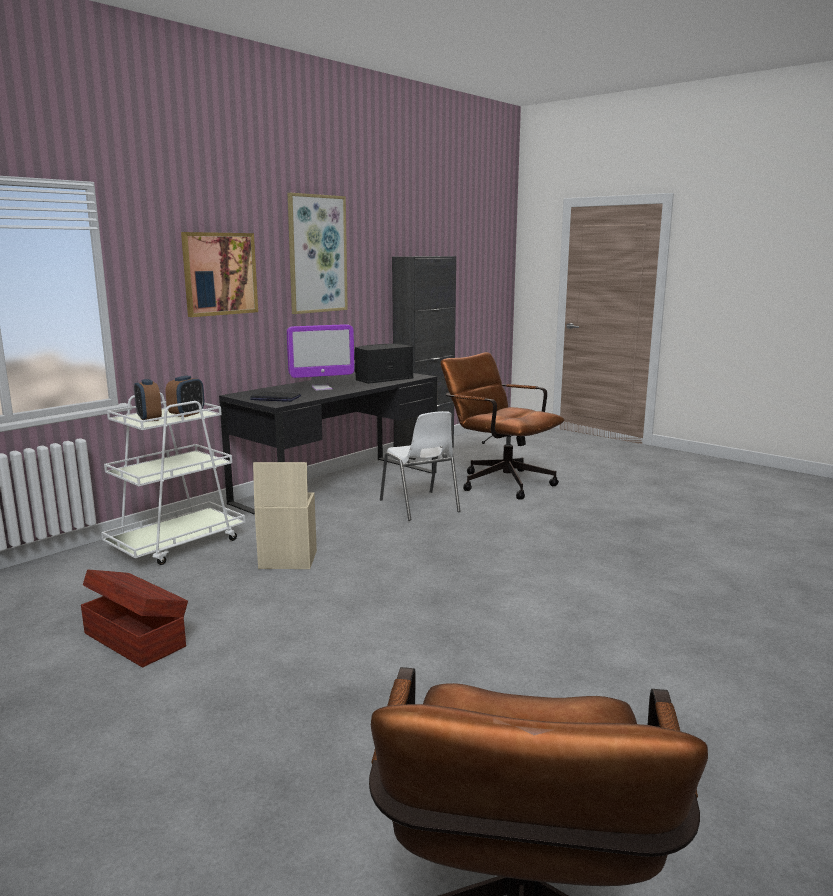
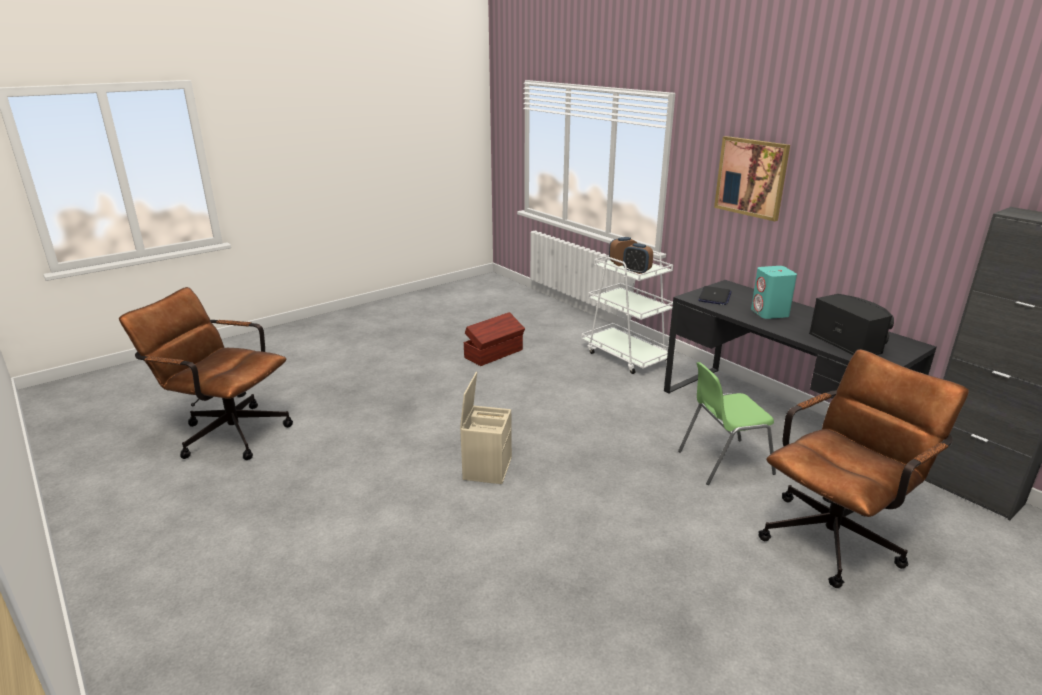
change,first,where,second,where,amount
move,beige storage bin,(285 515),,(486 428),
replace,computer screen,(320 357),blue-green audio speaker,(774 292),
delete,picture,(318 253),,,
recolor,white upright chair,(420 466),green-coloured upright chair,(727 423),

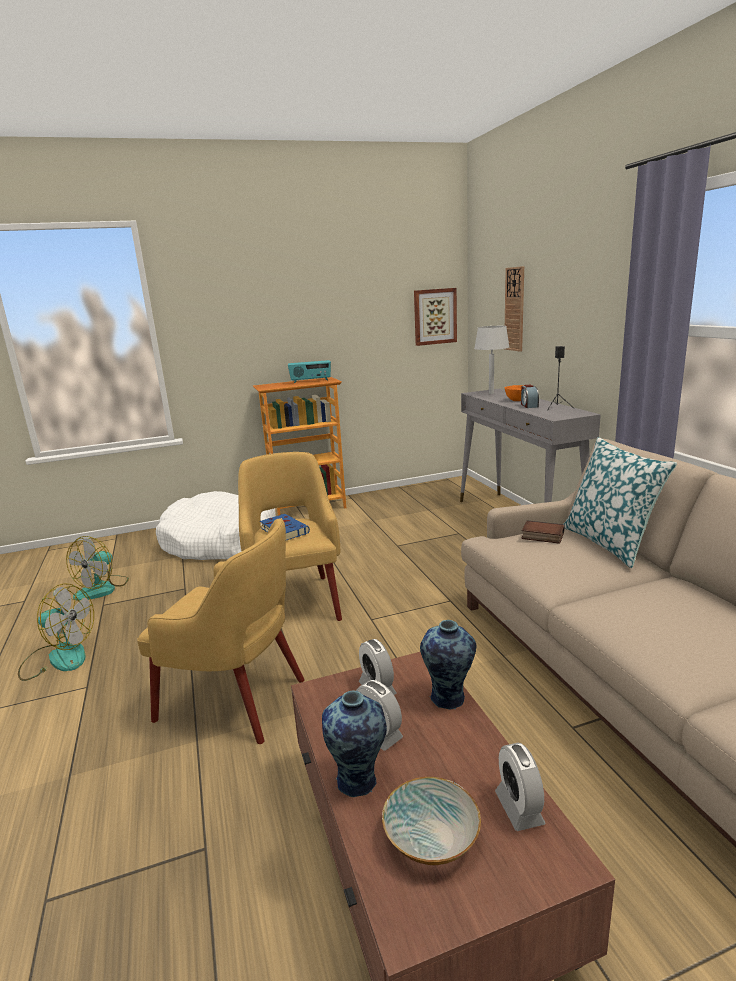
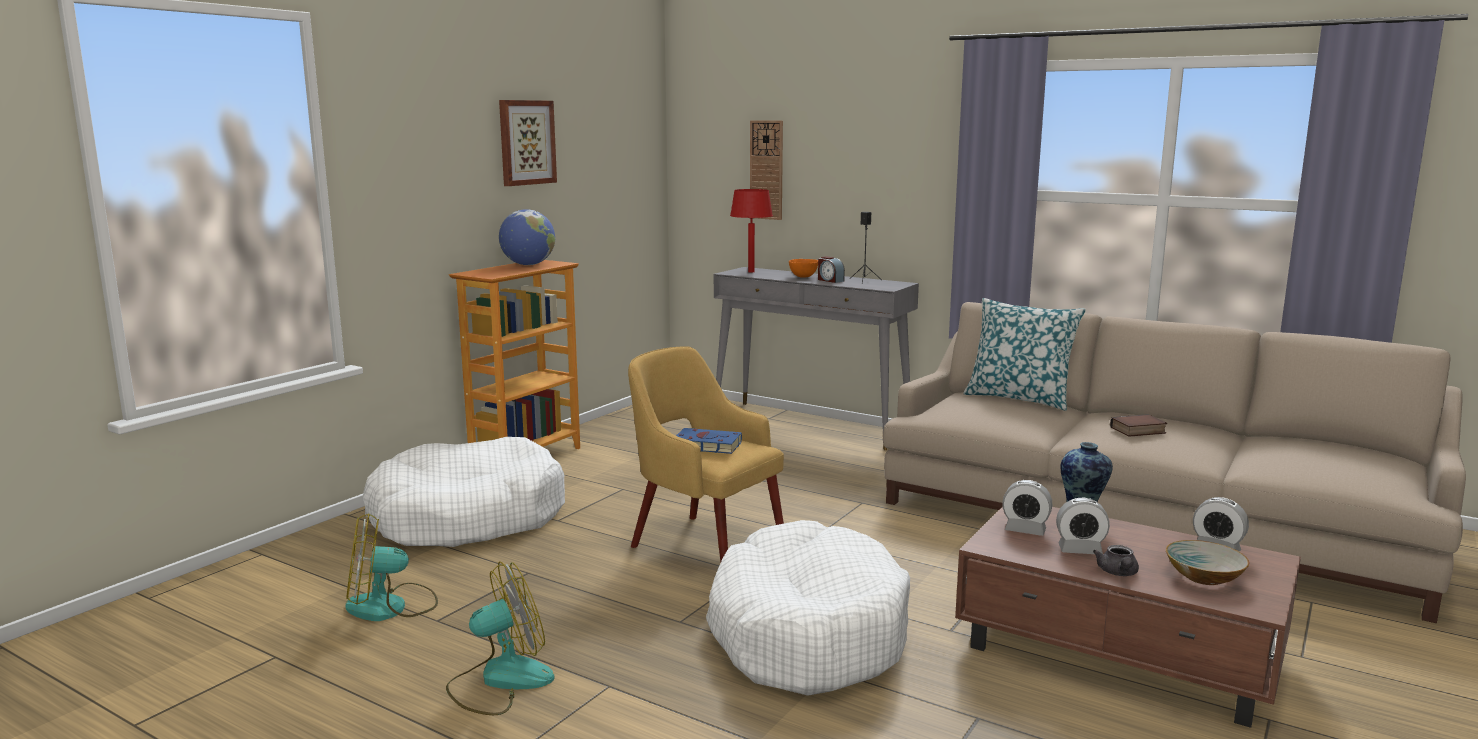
change,first,where,second,where,amount
rotate,fan,(97 568),,(391 567),90 degrees clockwise
replace,yellow-coloured easy chair,(221 631),white pet bed,(808 608),
replace,radio receiver,(309 371),world globe,(527 237),
replace,decorative vase,(354 743),gray pot for tea,(1116 560),
move,picture,(435 317),,(528 143),
recolor,gray lamp for a table,(491 360),reddish lamp for a table,(751 231),
move,volume,(543 532),,(1138 425),

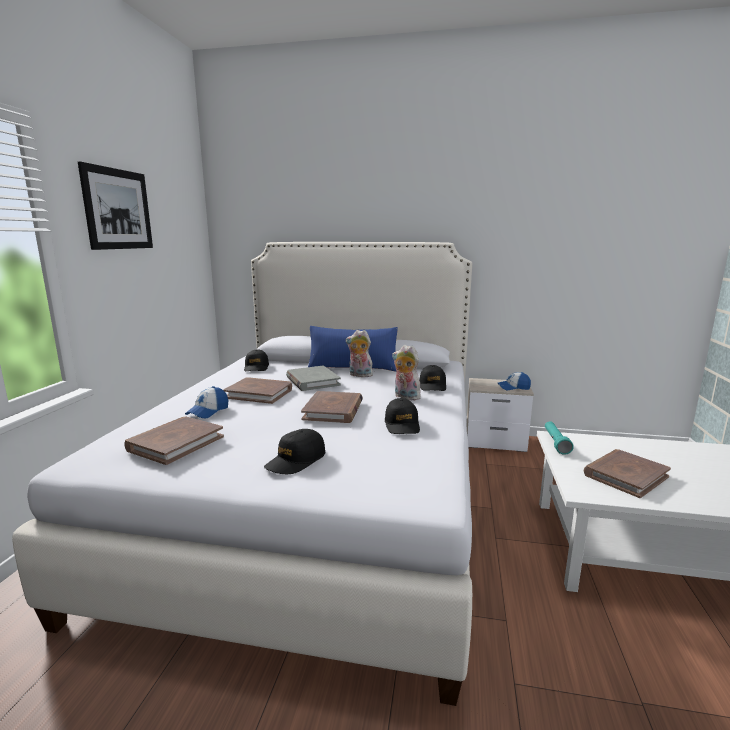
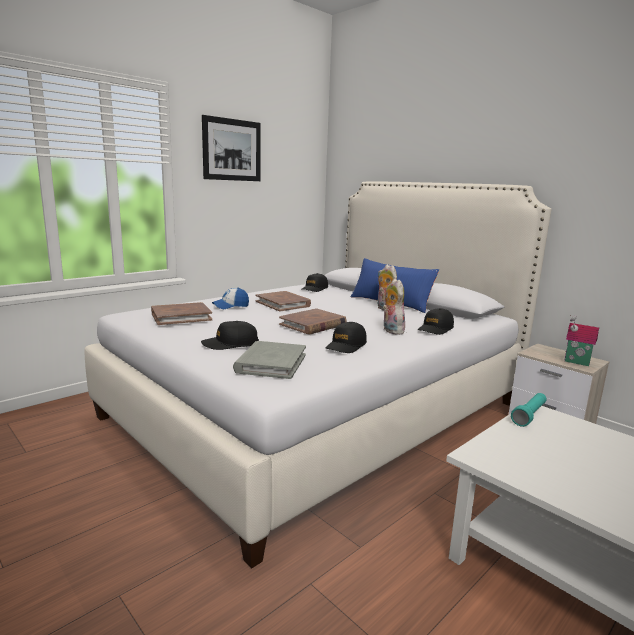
change,first,where,second,where,amount
move,gray volume,(313 378),,(269 360),
replace,baseball cap,(514 381),miniature house,(581 340),
delete,brown-coloured volume,(627 473),,,

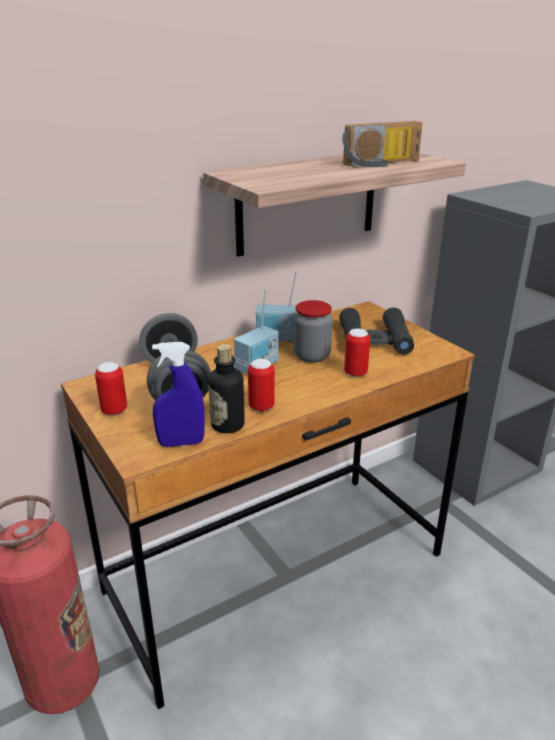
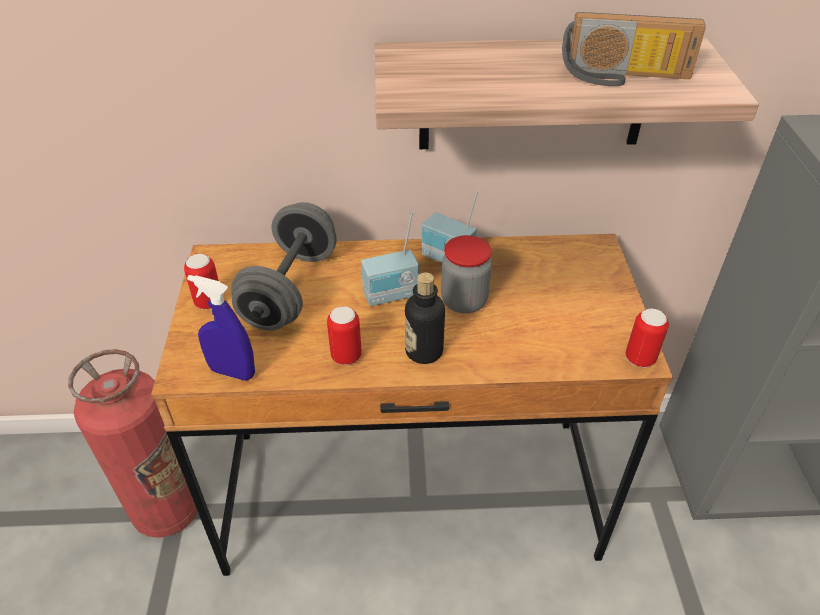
change,first,where,second,where,amount
move,beverage bottle,(226 388),,(425 318),
delete,black binoculars,(376 331),,,
move,can,(357 353),,(647 337),

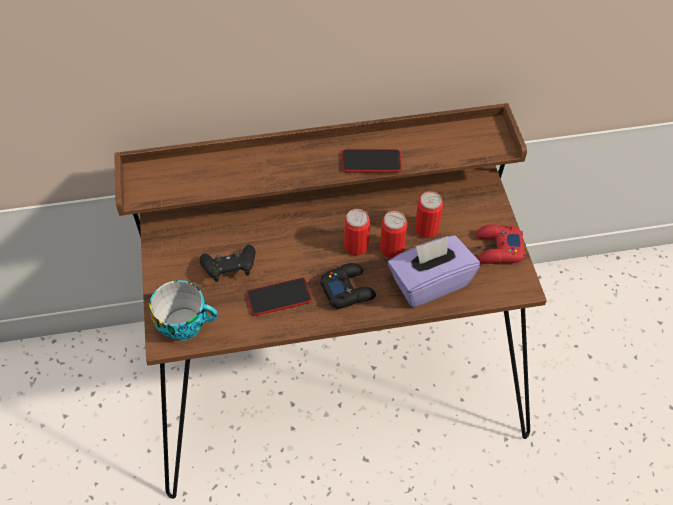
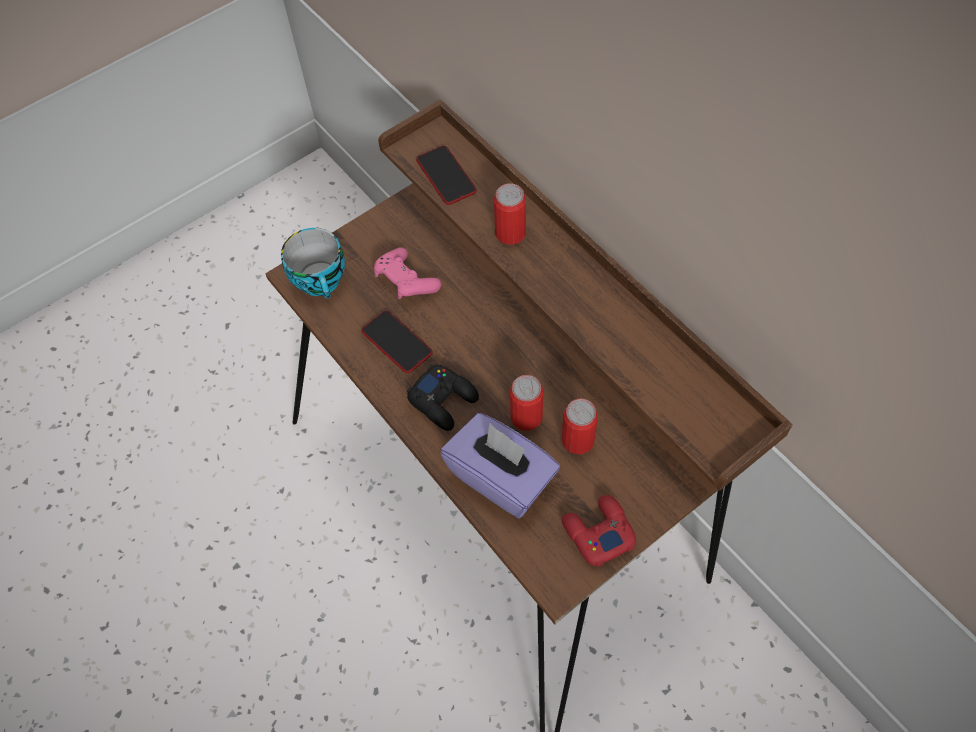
change,first,where,second,where,amount
recolor,black joypad,(227 263),pink joypad,(407 273),
move,phone,(372 161),,(446 175),
move,can,(357 232),,(510 214),

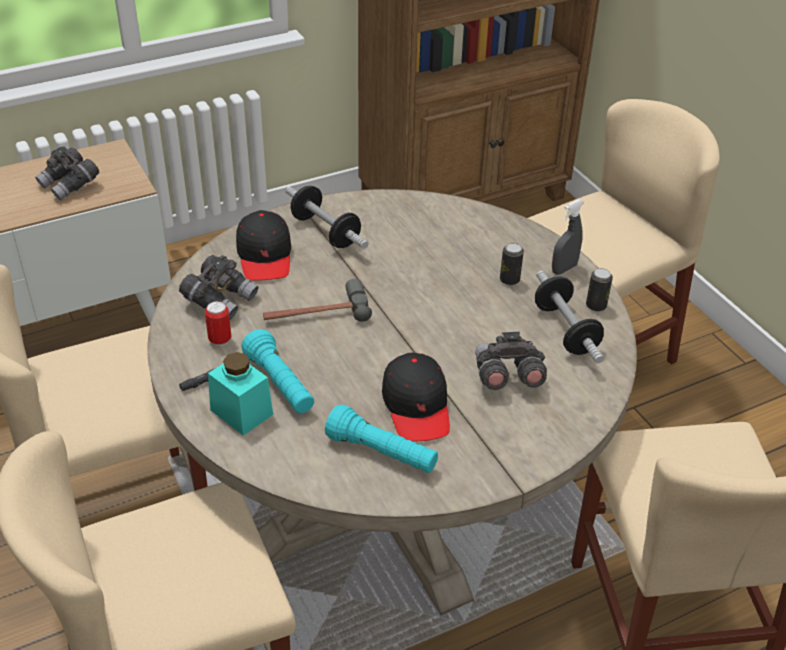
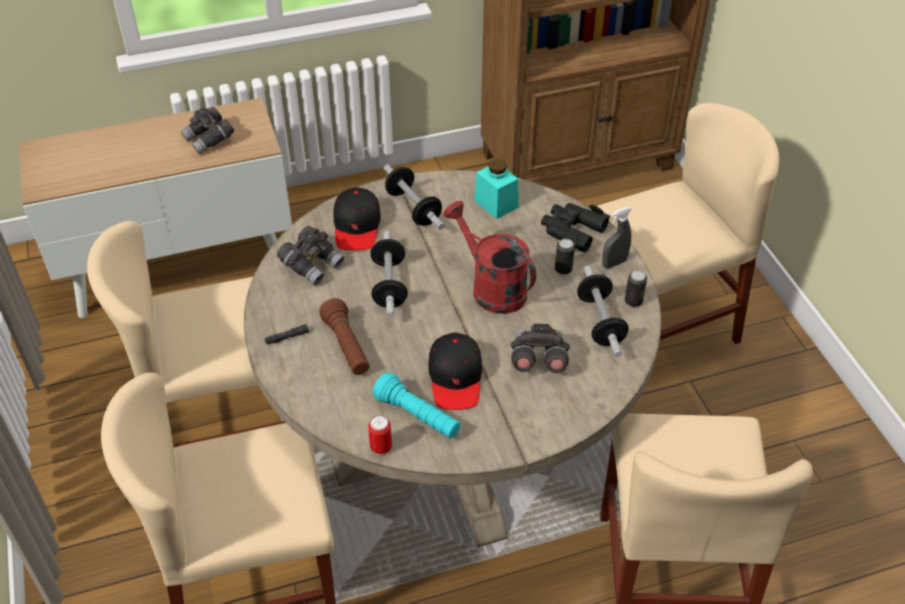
change,first,where,second,where,amount
move,can,(218 323),,(380 435),
move,blue-green jar,(240 394),,(496 189),
recolor,blue-green flashlight,(278 371),brown-coloured flashlight,(344 336),
replace,hammer,(317 300),hand weight,(389 274),
insert,,,reddish watering pot,(490 257),
insert,,,black binoculars,(575 228),

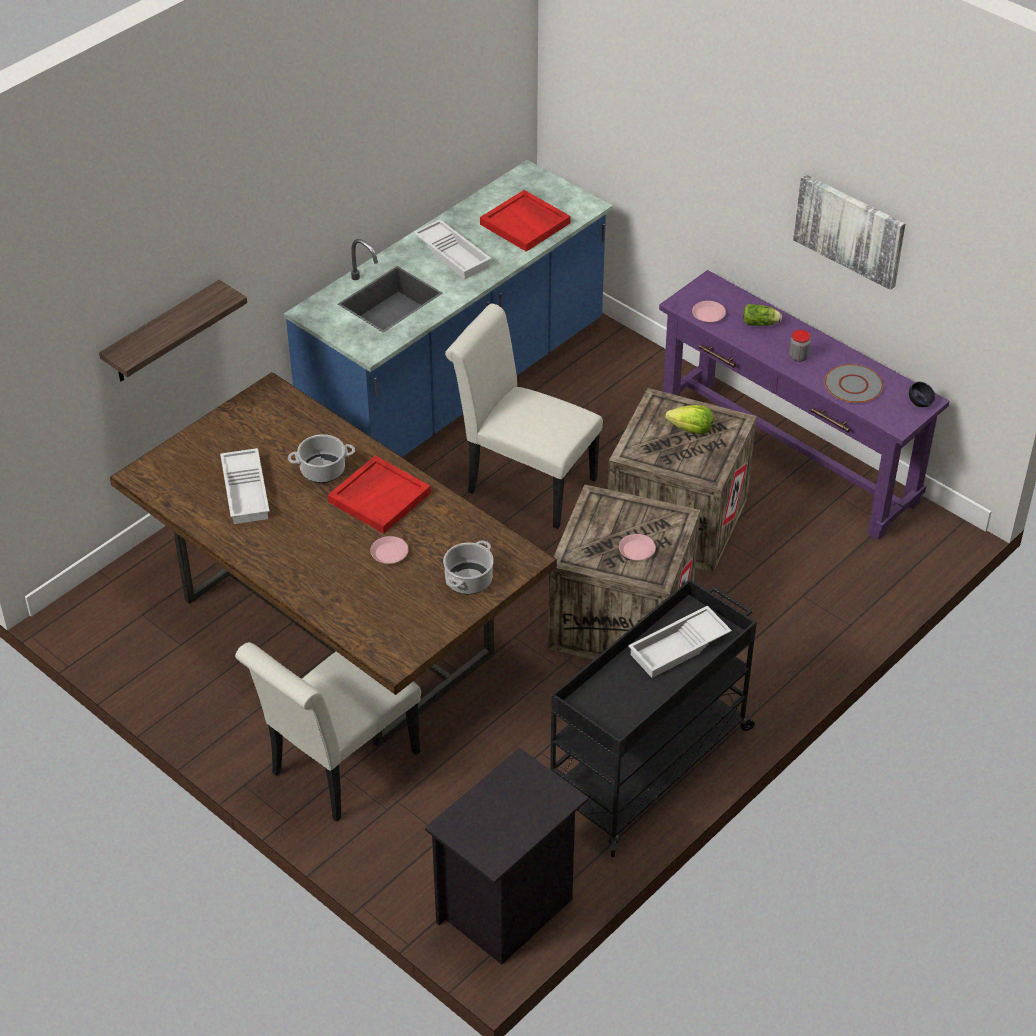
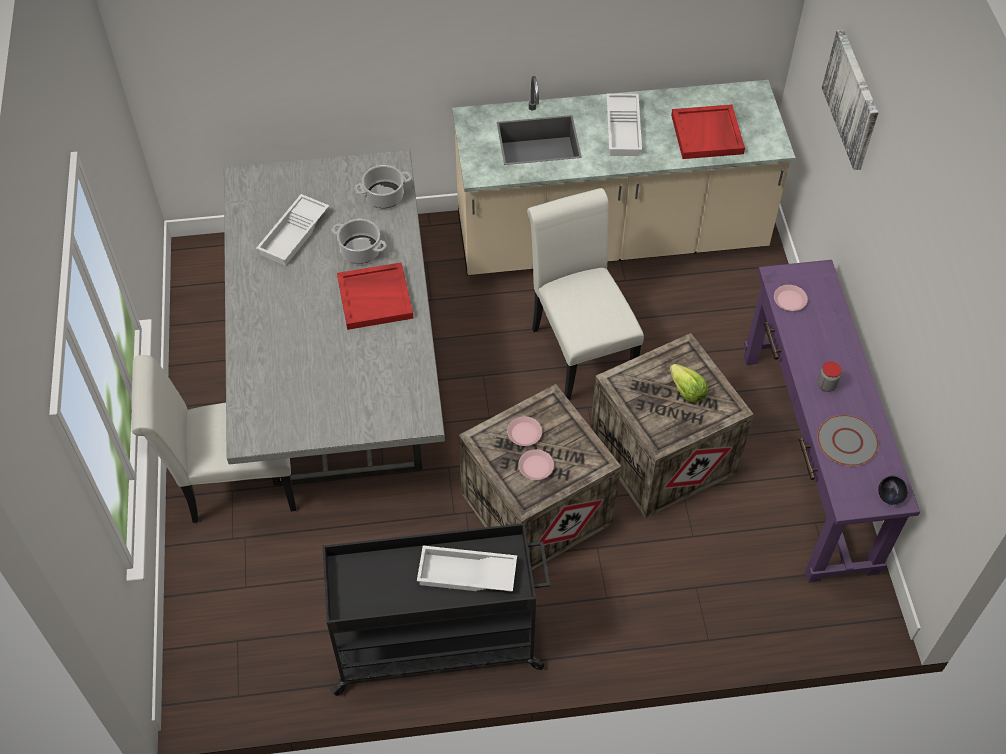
change,first,where,second,where,amount
delete,wall shelf,(173 330),,,
recolor,brown-coloured dinner table,(333 559),gray dinner table,(334 317),
recolor,blue counter,(448 308),beige counter,(624 176),
move,pink dinner plate,(389 550),,(524 431),
delete,black nightstand,(507 856),,,
move,stockpot,(468 567),,(383 186),
delete,lettuce head,(762 315),,,
move,picture,(849 232),,(850 100),

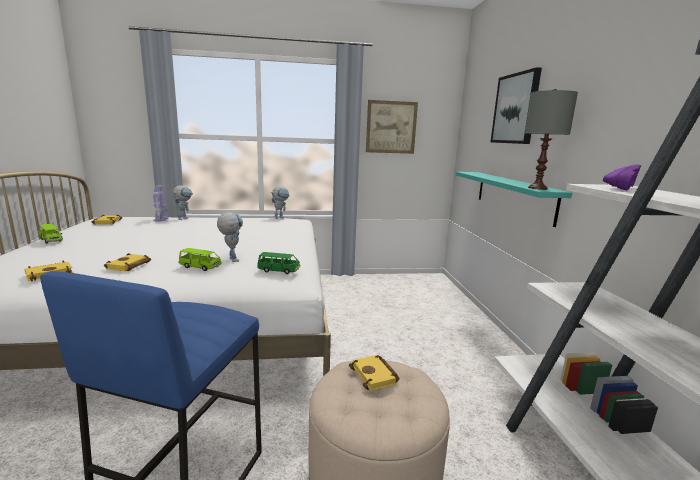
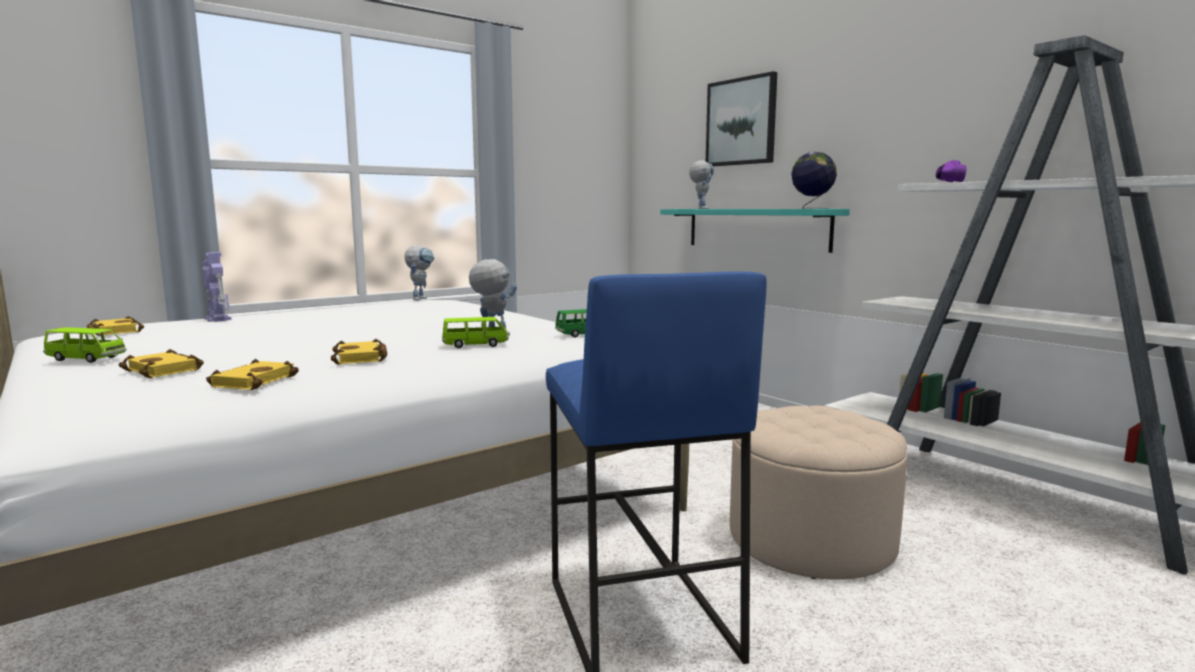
change,first,where,second,where,amount
move,robot figure,(182 202),,(701 184),
move,yellow-coloured volume,(374 373),,(161 363),
delete,picture,(392 127),,,
replace,gray lamp for a table,(551 139),world globe,(814 180),

